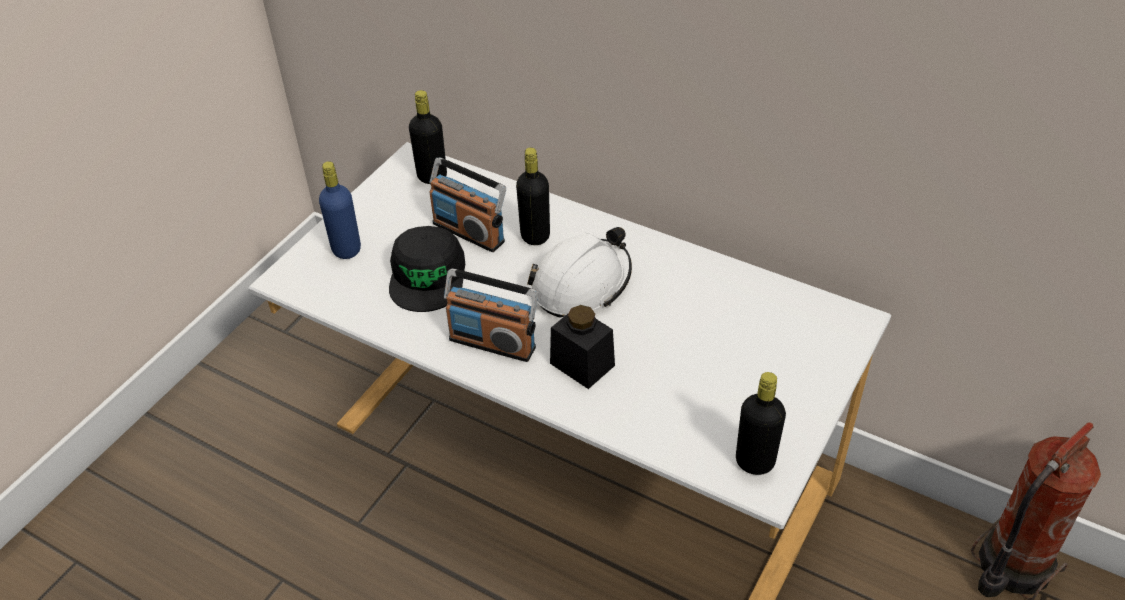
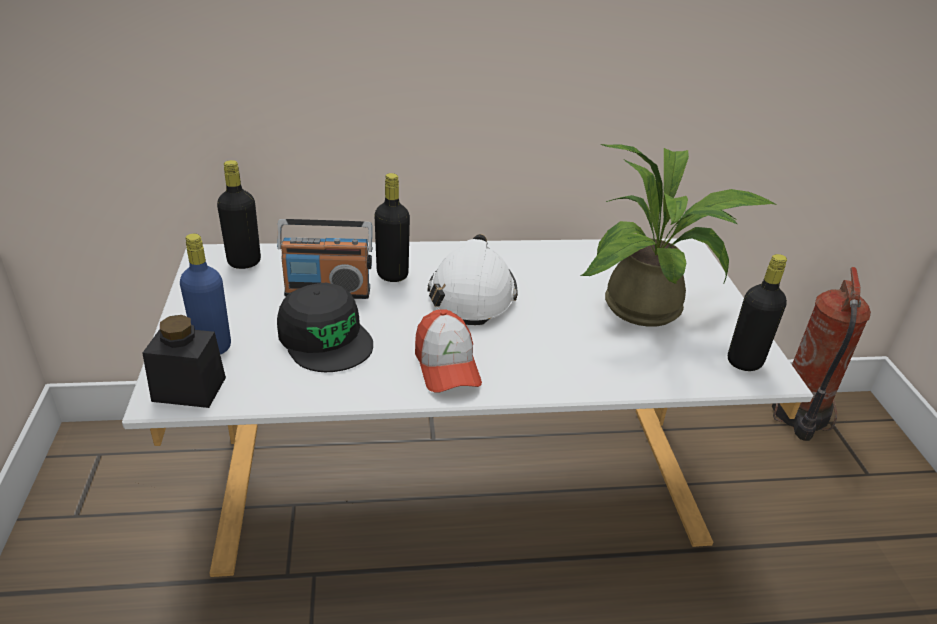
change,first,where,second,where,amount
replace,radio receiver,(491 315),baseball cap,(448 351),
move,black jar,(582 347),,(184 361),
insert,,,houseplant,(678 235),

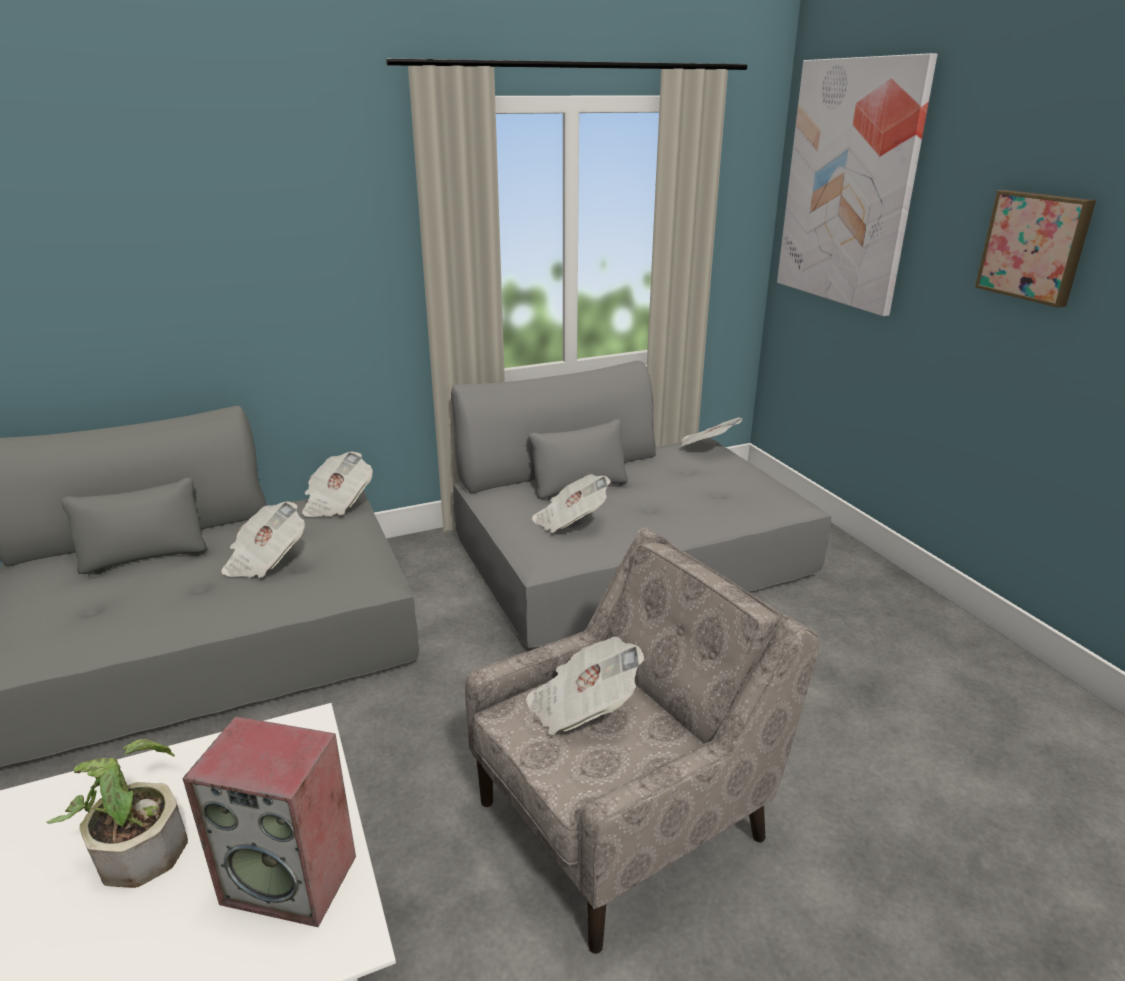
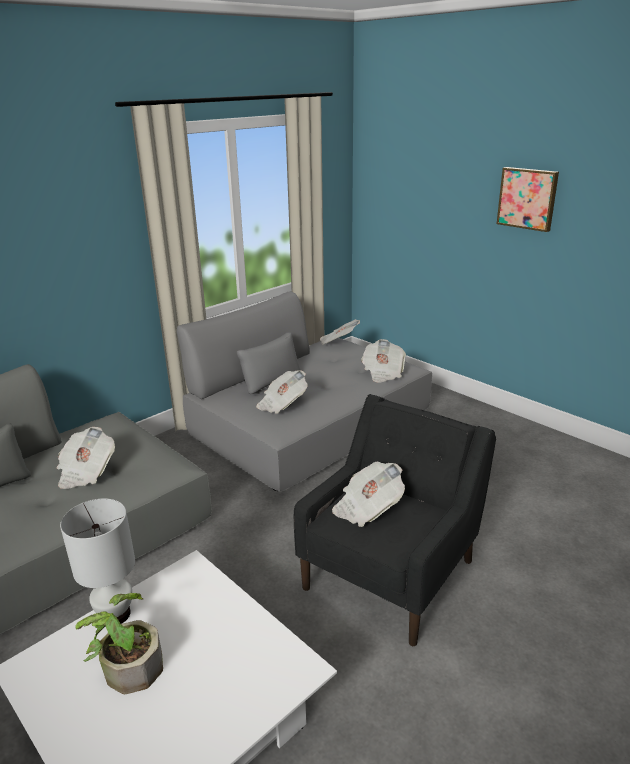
change,first,where,second,where,amount
delete,audio speaker,(269 821),,,
move,daily paper,(337 484),,(383 361),
recolor,beige easy chair,(642 741),black easy chair,(395 520),
delete,picture,(857 184),,,
insert,,,white lamp for a table,(97 561),

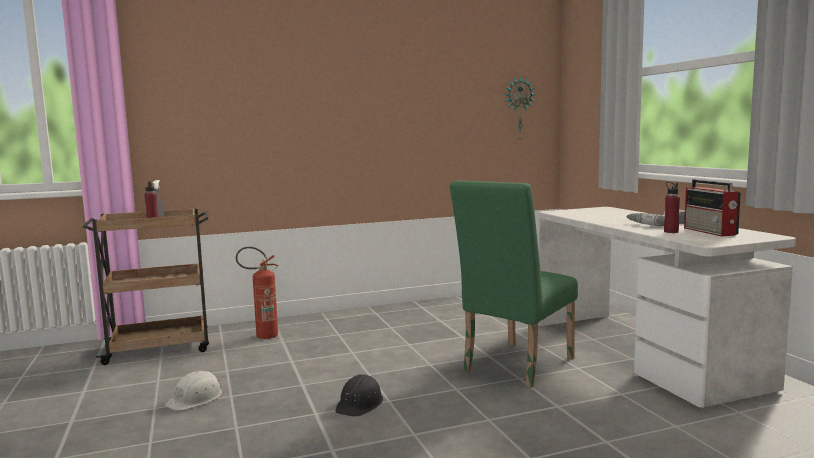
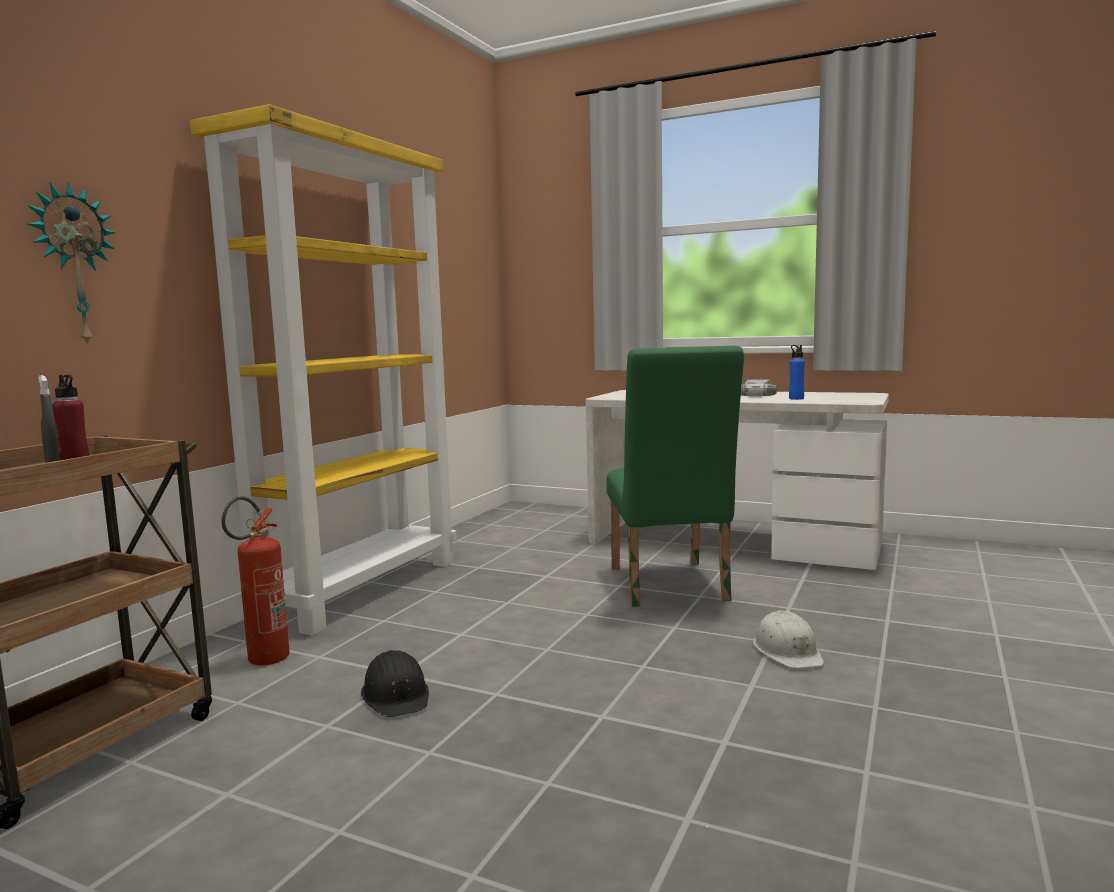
change,first,where,second,where,amount
move,white work helmet,(193 391),,(788 639),
move,black work helmet,(359 395),,(395 683),
move,clock on the wall,(520 108),,(71 263),
recolor,reddish beverage bottle,(672 207),blue beverage bottle,(797 372),
delete,radio receiver,(712 208),,,
insert,,,yellow-coloured bookshelf,(323 370),

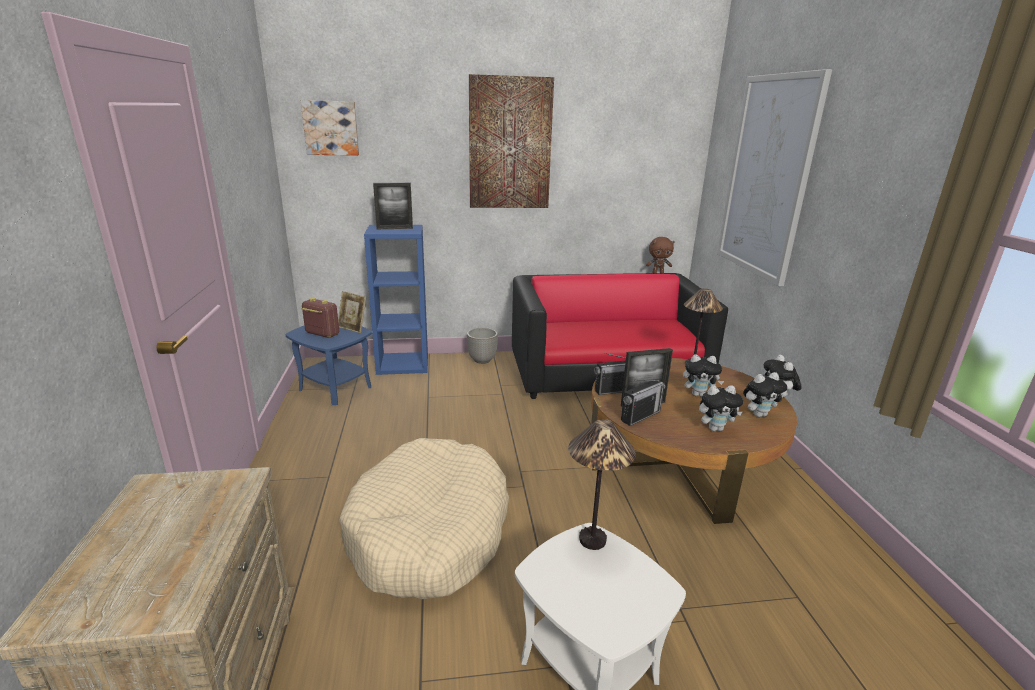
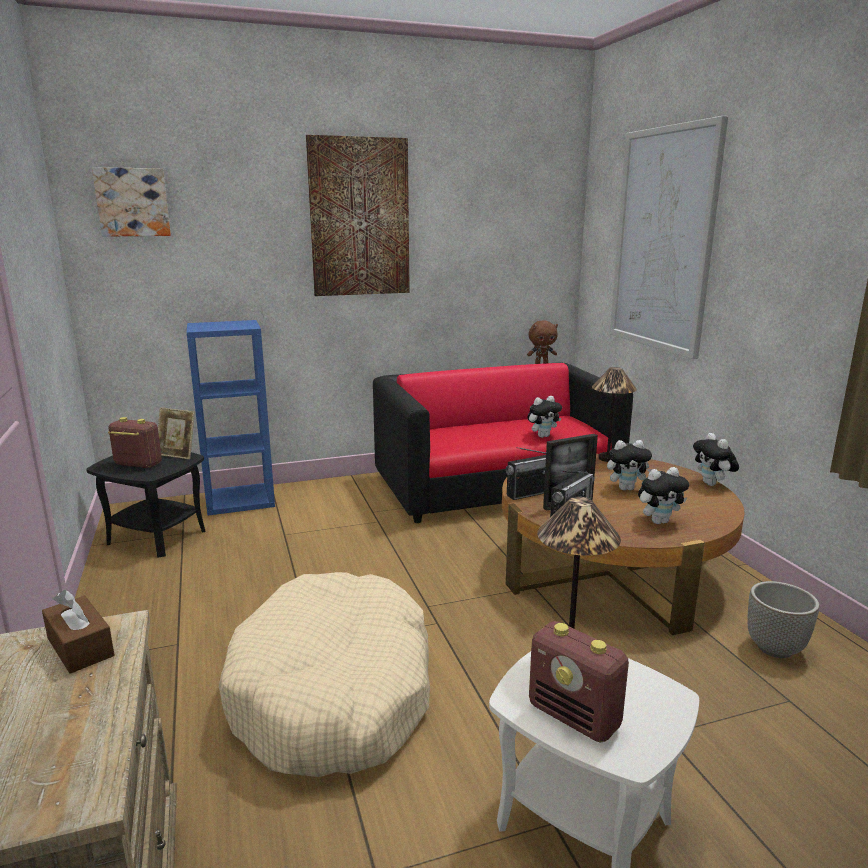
change,first,where,second,where,amount
recolor,blue end table,(329 365),black end table,(146 505),
delete,photo frame,(393 206),,,
move,flower pot,(482 346),,(783 619),
move,cuddly toy,(765 394),,(544 417),
insert,,,brown-coloured tissue box,(78 632),
insert,,,radio receiver,(579 682),

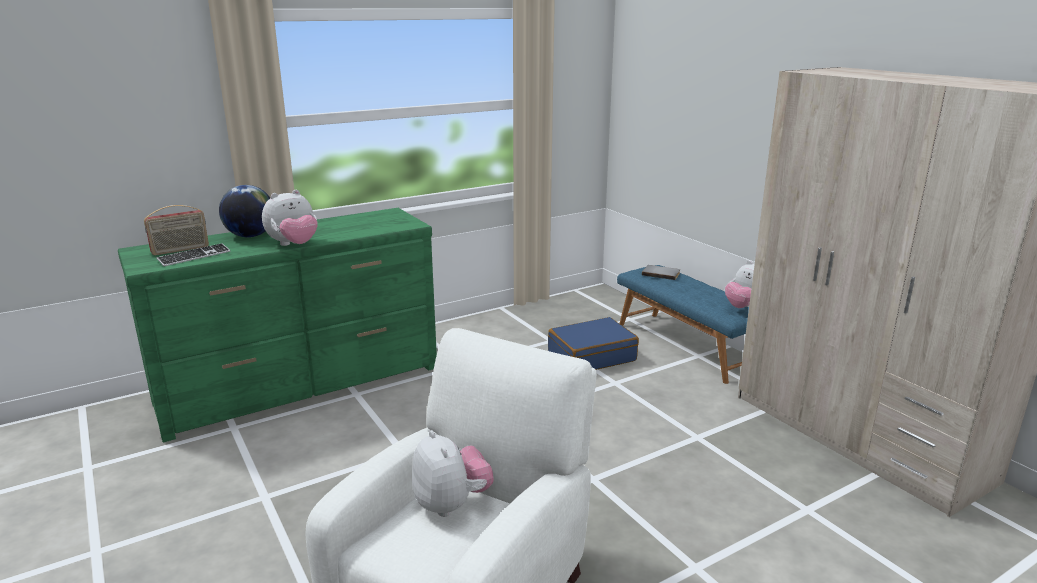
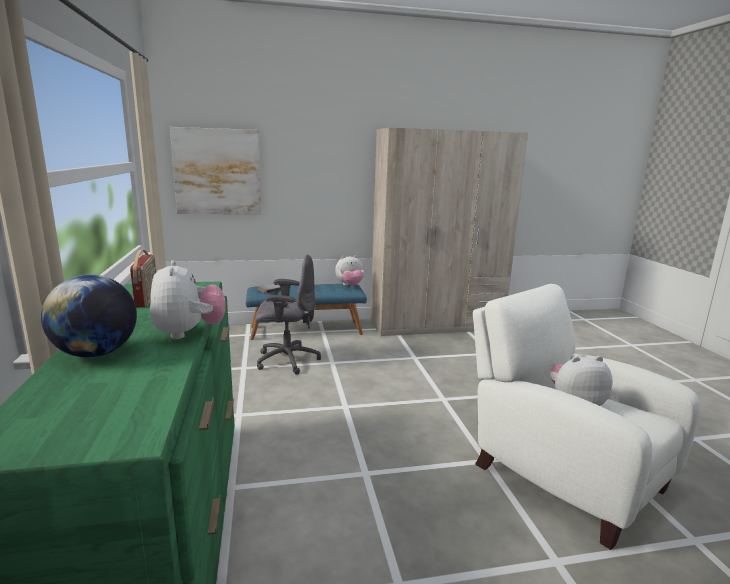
change,first,where,second,where,amount
move,radio receiver,(176 230),,(143 279),
delete,keyboard,(193 254),,,
replace,blue suitcase,(593 343),gray computer chair,(288 314),
insert,,,picture,(215 170),

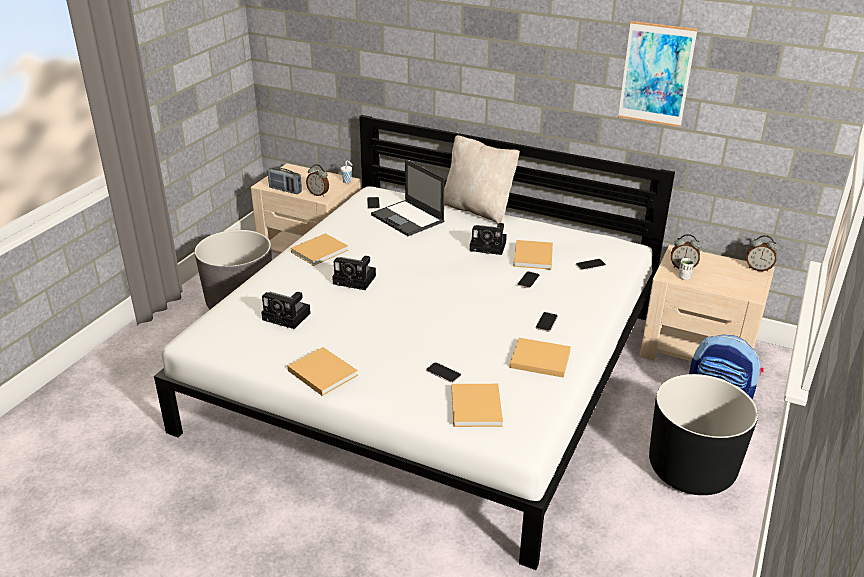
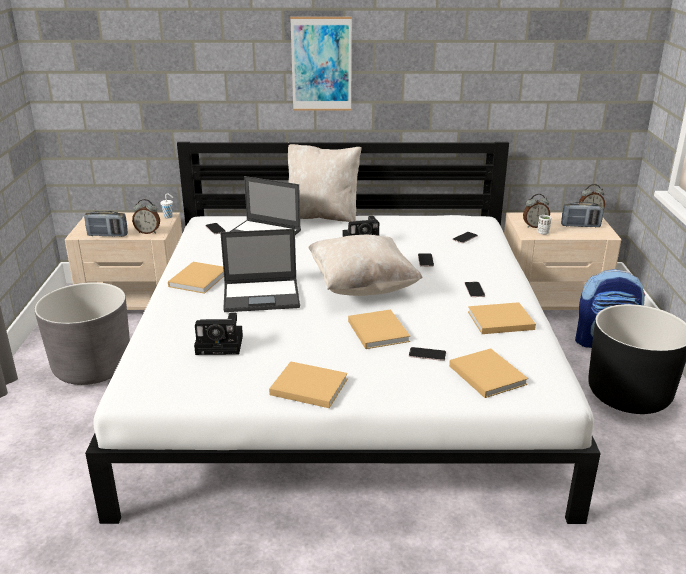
change,first,where,second,where,amount
replace,photo camera,(354 273),notebook computer,(260 270),
move,beige volume,(533 255),,(379 329),
move,picture,(658 74),,(321 63),
insert,,,beige throw pillow,(365 265),
insert,,,radio receiver,(582 214),

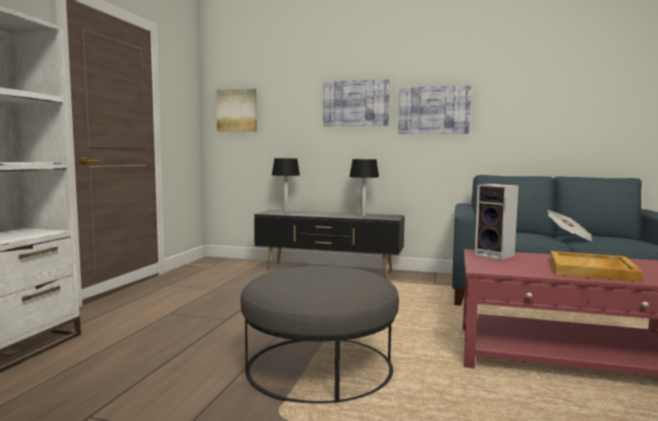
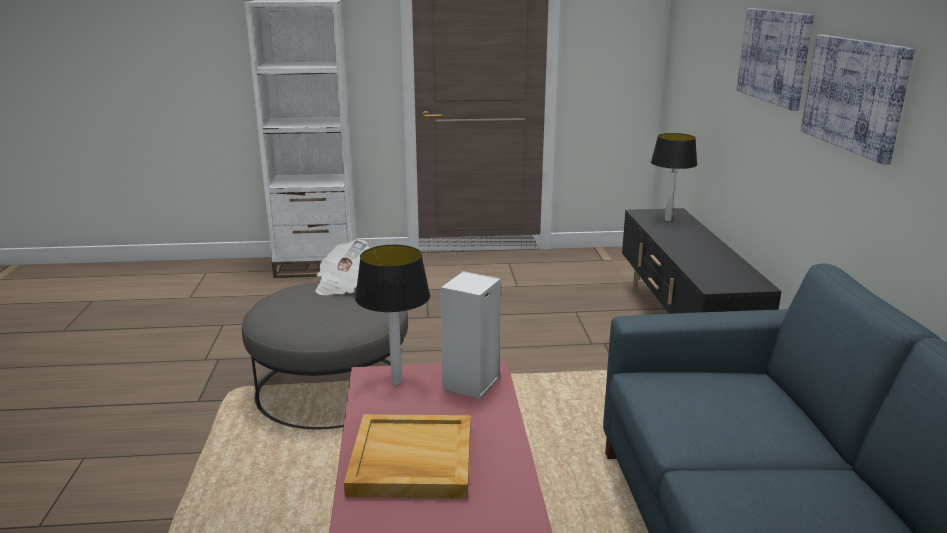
change,first,where,second,where,amount
delete,picture,(236 110),,,
move,lamp for a table,(364 188),,(392 315),
move,daily paper,(569 225),,(343 267),

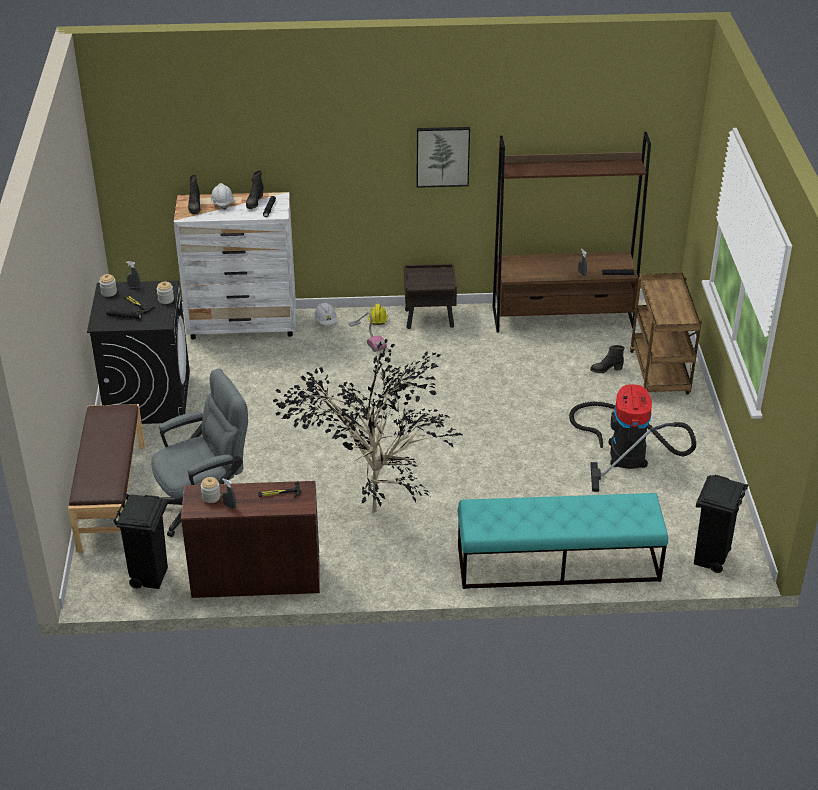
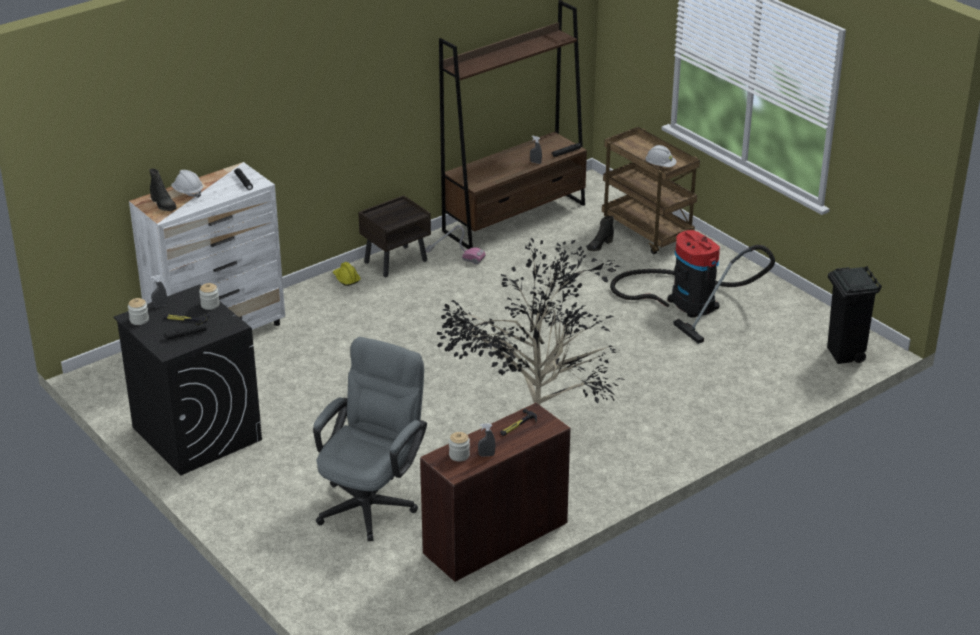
change,first,where,second,where,amount
delete,brown-coloured long seat,(106 478),,,
delete,black rubbish bin,(140 541),,,
delete,black tall boot,(255 190),,,
move,white work helmet,(325 314),,(661 156),
move,vacuum,(367 332),,(455 244),
delete,picture,(443 157),,,
delete,blue-green long seat,(562 541),,,

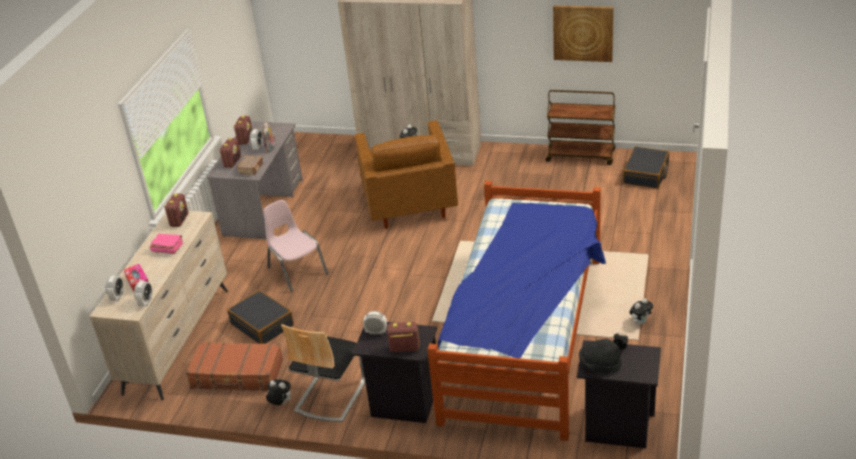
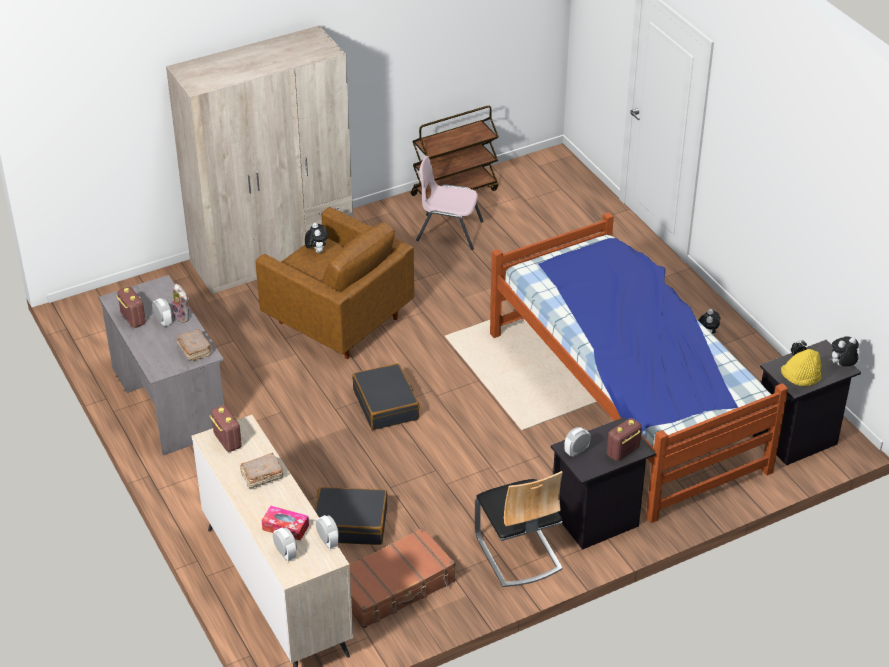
change,first,where,second,where,amount
recolor,pink volume,(166 243),brown-coloured volume,(261 471),
delete,radio receiver,(230 153),,,
move,pink upright chair,(296 246),,(449 203),
move,cuddly toy,(278 392),,(844 352),
delete,picture,(583 33),,,
recolor,black wearable hat,(600 356),yellow-coloured wearable hat,(801 367),
move,black suitcase,(646 168),,(386 396),

